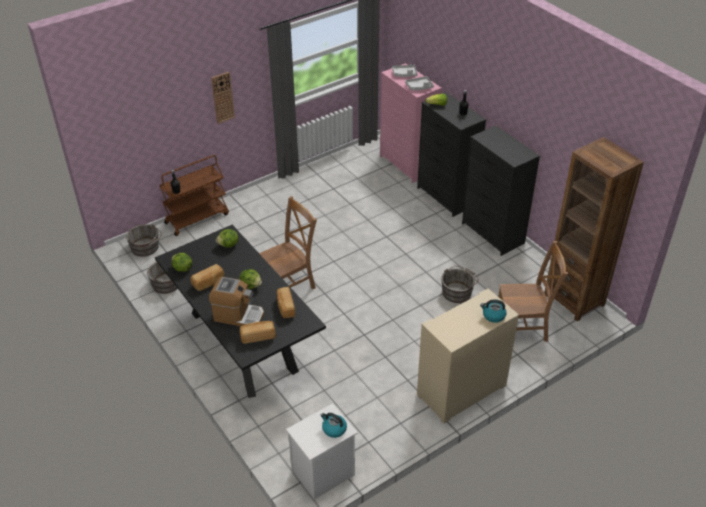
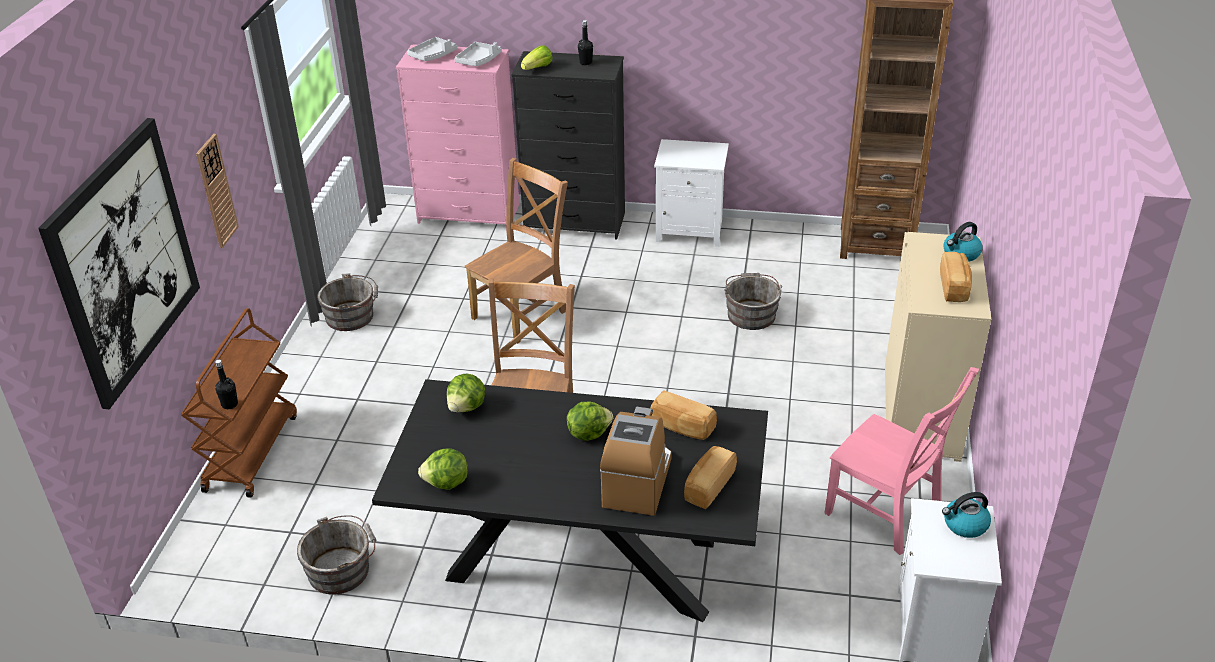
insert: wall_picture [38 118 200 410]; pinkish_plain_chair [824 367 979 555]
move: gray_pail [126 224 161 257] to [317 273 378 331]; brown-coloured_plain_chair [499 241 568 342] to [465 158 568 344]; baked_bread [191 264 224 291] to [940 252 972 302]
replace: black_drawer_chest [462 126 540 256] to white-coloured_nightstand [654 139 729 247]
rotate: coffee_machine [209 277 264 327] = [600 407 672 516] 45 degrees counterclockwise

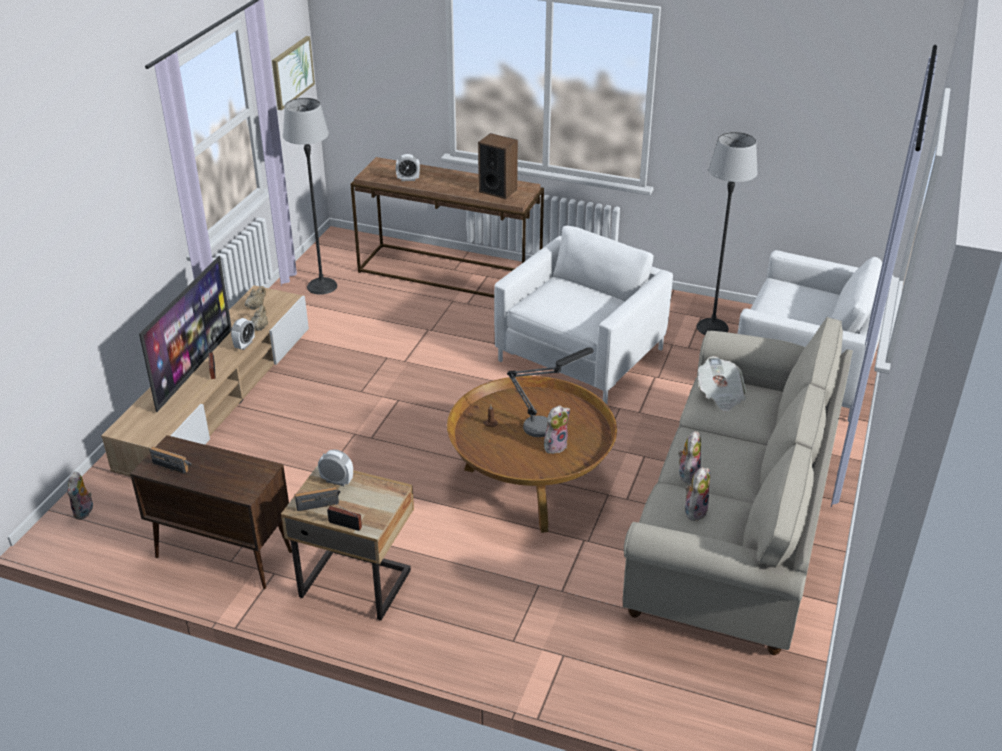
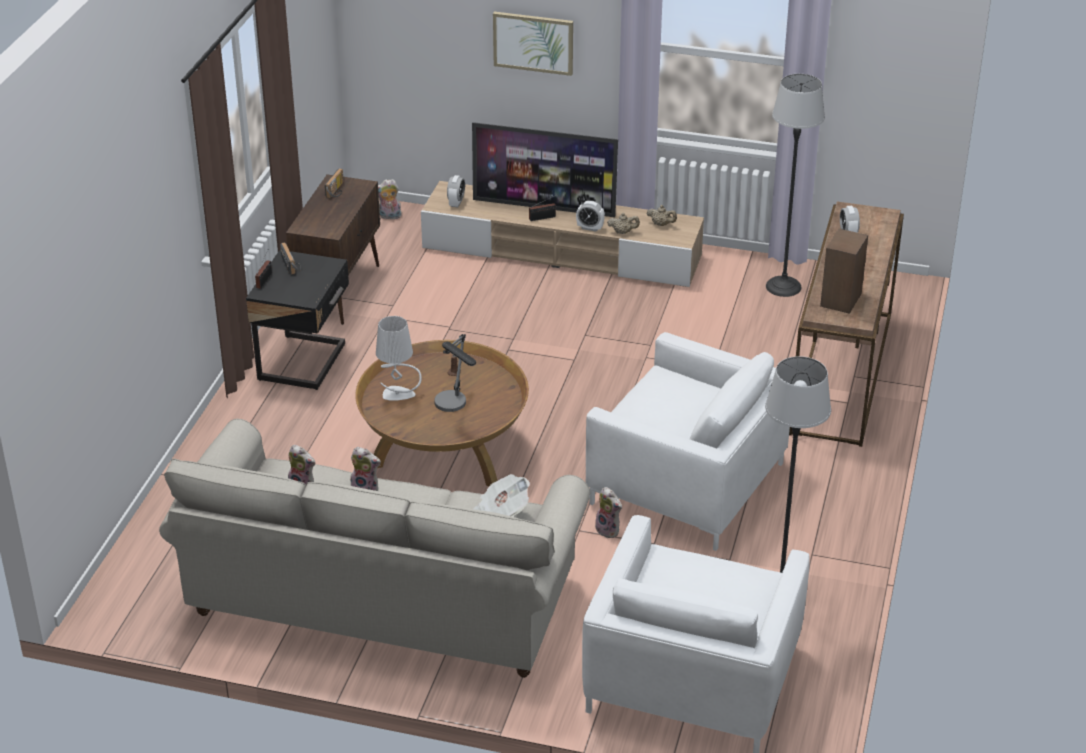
insert: gray_tabletop_lamp [376 316 422 401]
move: wall_picture [272 36 315 110] to [493 12 573 76]; plush_toy [544 405 570 454] to [595 487 622 538]; table_clock [318 449 353 486] to [447 175 465 208]
recolor: beige_nightstand [281 465 414 620] to black_nightstand [246 250 349 390]

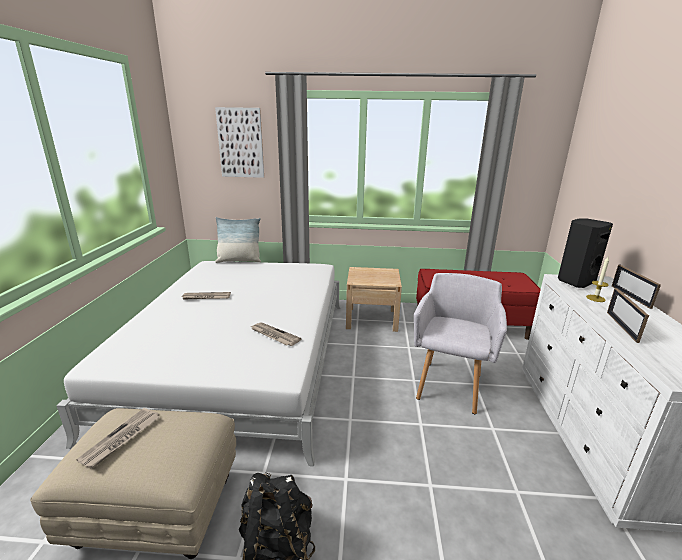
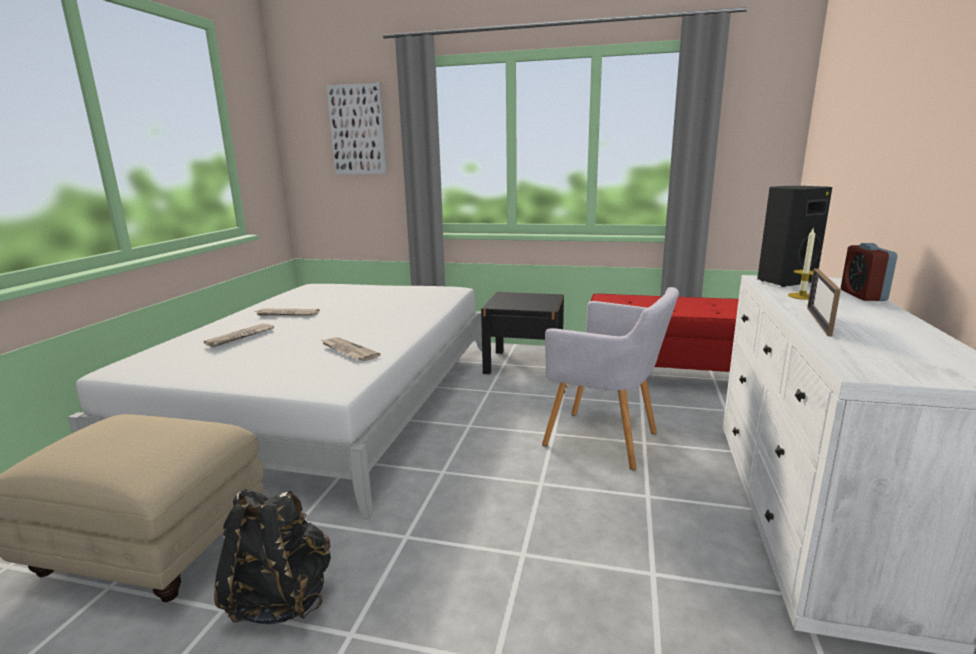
delete: cushion [215 217 261 263]
move: newspaper [76 408 159 469] to [204 323 274 347]
replace: picture_frame [612 265 661 309] to table_clock [841 243 897 301]
recolor: beige_nightstand [346 267 402 332] to black_nightstand [481 292 564 374]
rotate: gray_armchair [414 273 507 414] = [542 287 679 470] 90 degrees clockwise

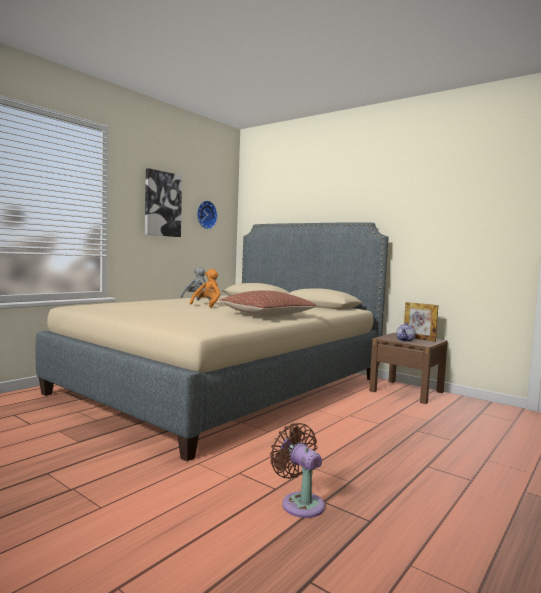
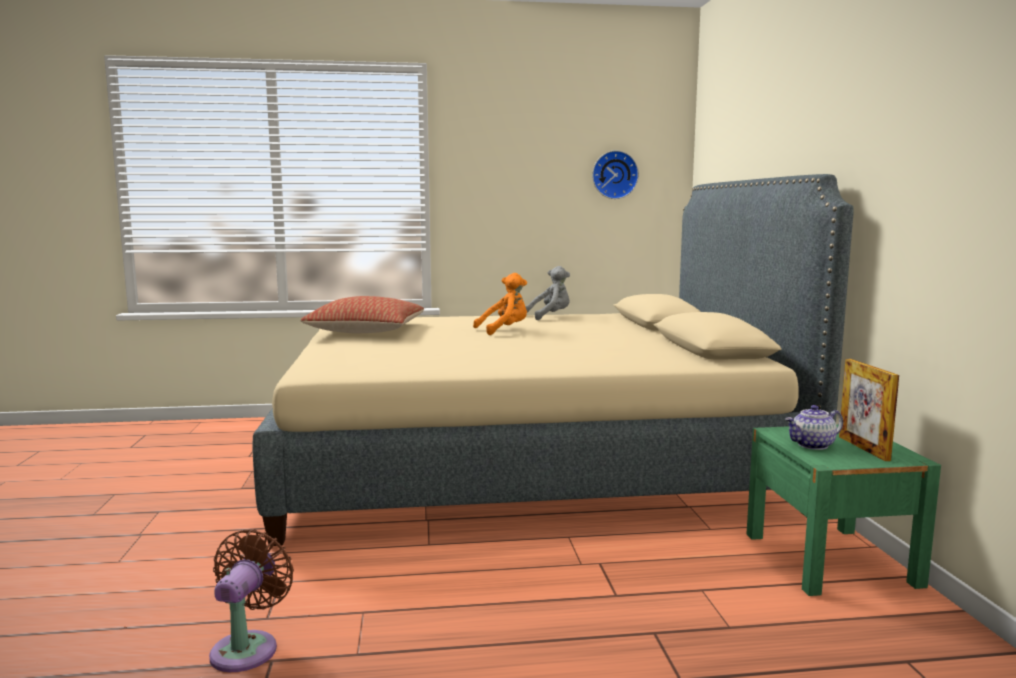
delete: wall_picture [145 168 182 237]
move: cushion [219 290 317 317] to [301 296 424 333]
recolor: brown-coloured_nightstand [369 333 448 404] to green_nightstand [746 425 941 596]

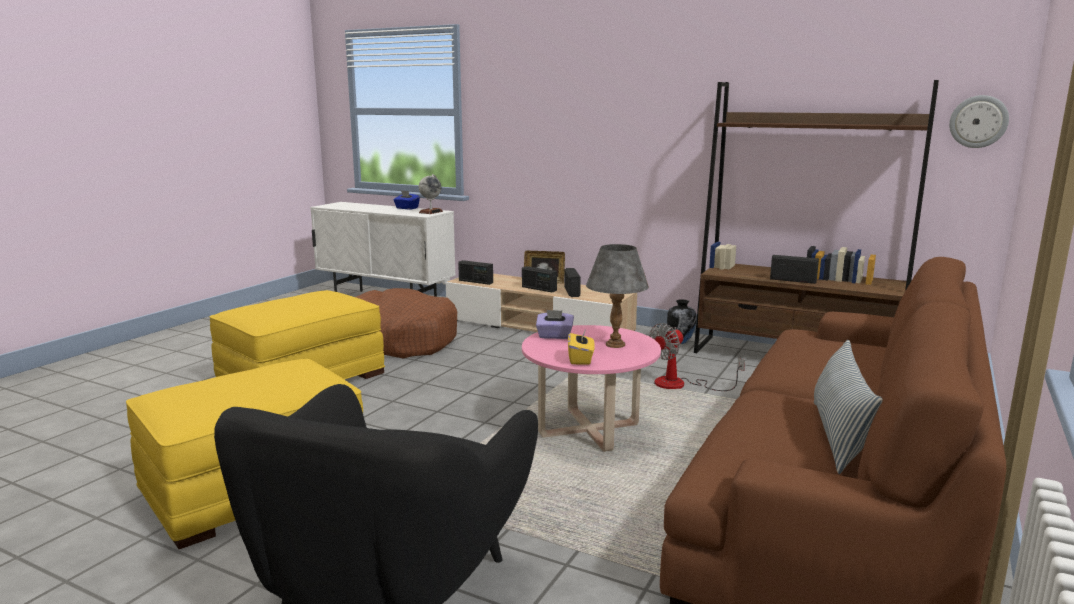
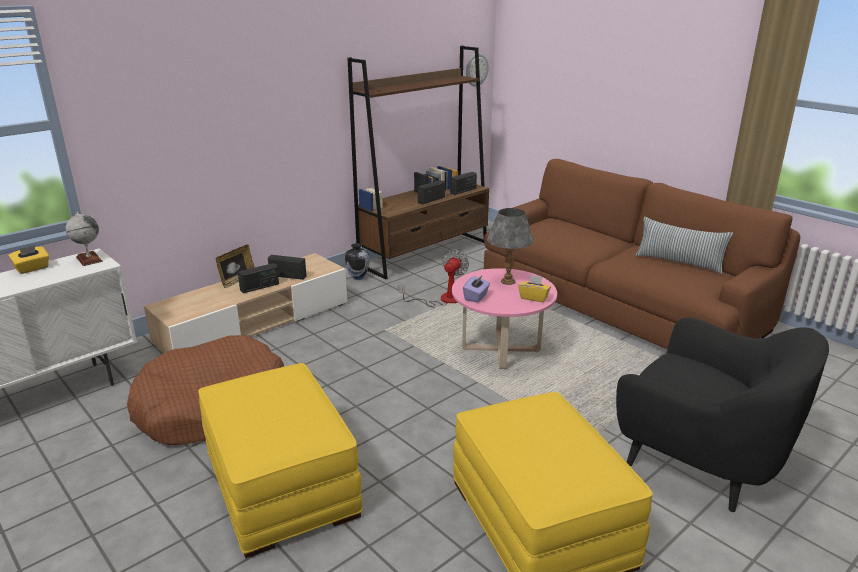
move: radio [458 260 493 285] to [450 172 477 195]
recolor: bluish_box_of_tissues [394 190 420 210] to yellow-coloured_box_of_tissues [8 245 49 274]
rotate: electric_fan [649 323 745 391] = [399 249 469 307] 135 degrees counterclockwise

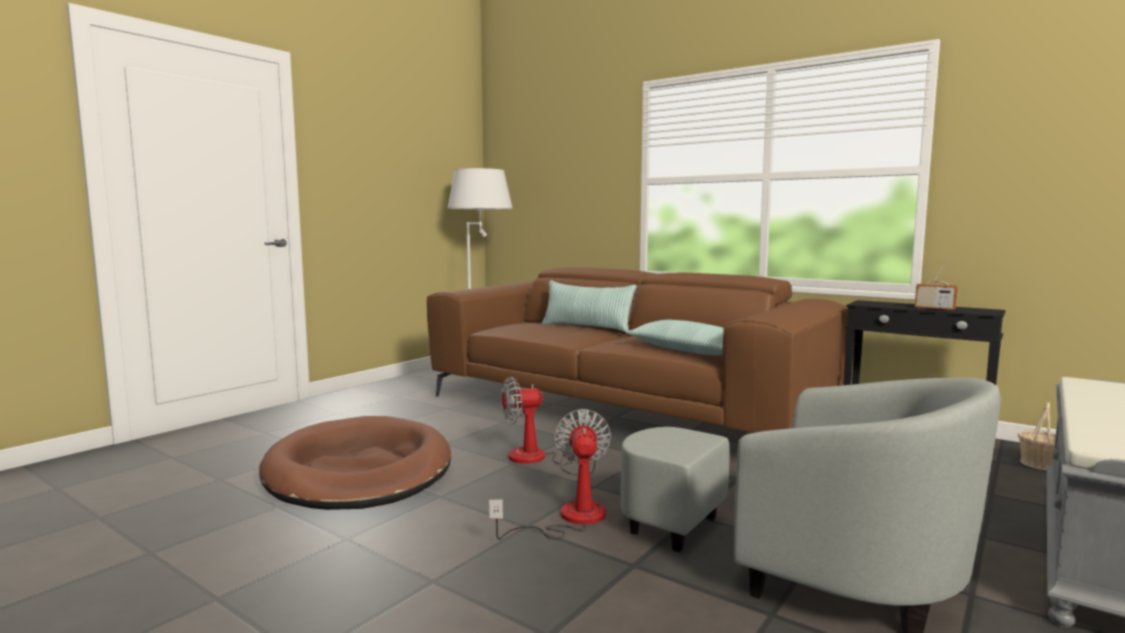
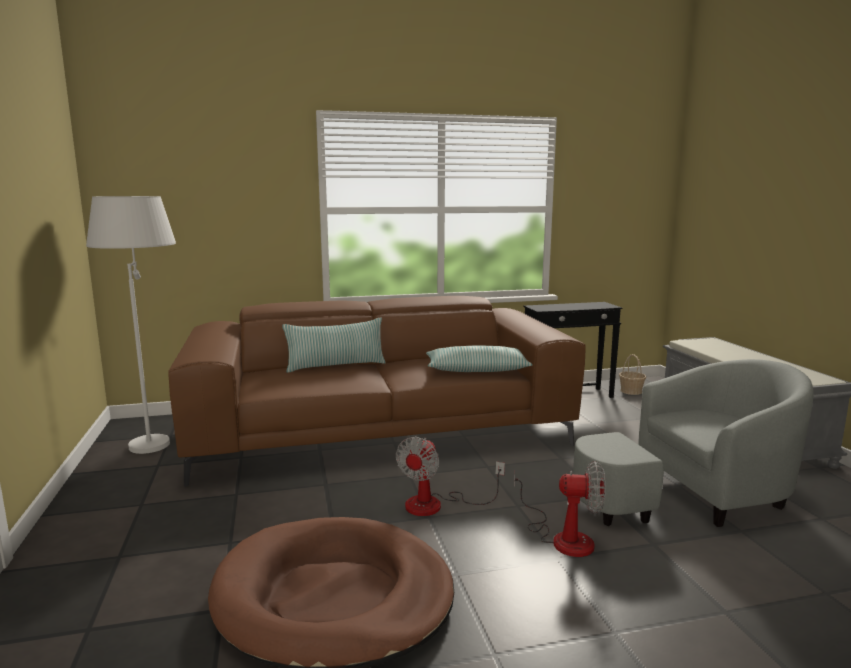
delete: radio [915 258 958 311]
rotate: electric_fan [489 409 611 540] = [514 461 606 557] 150 degrees clockwise

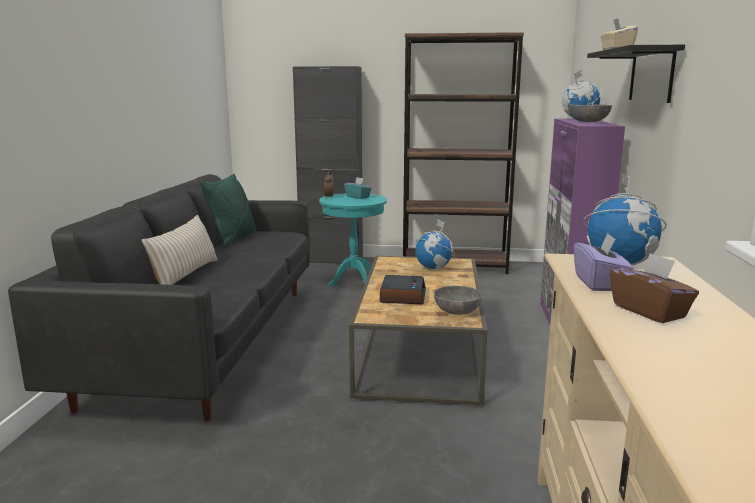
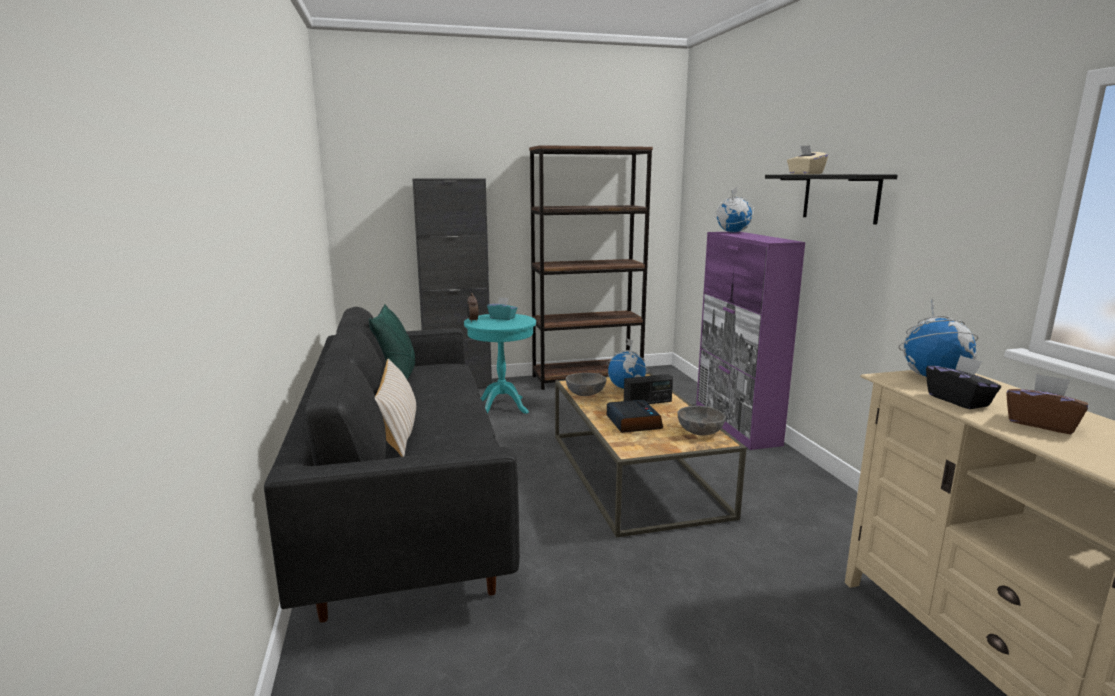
insert: radio [624 374 673 404]
move: gray_serving_bowl [568 104 612 122] to [566 373 606 396]
recolor: purple_box_of_tissues [574 233 633 291] to black_box_of_tissues [926 355 1001 409]

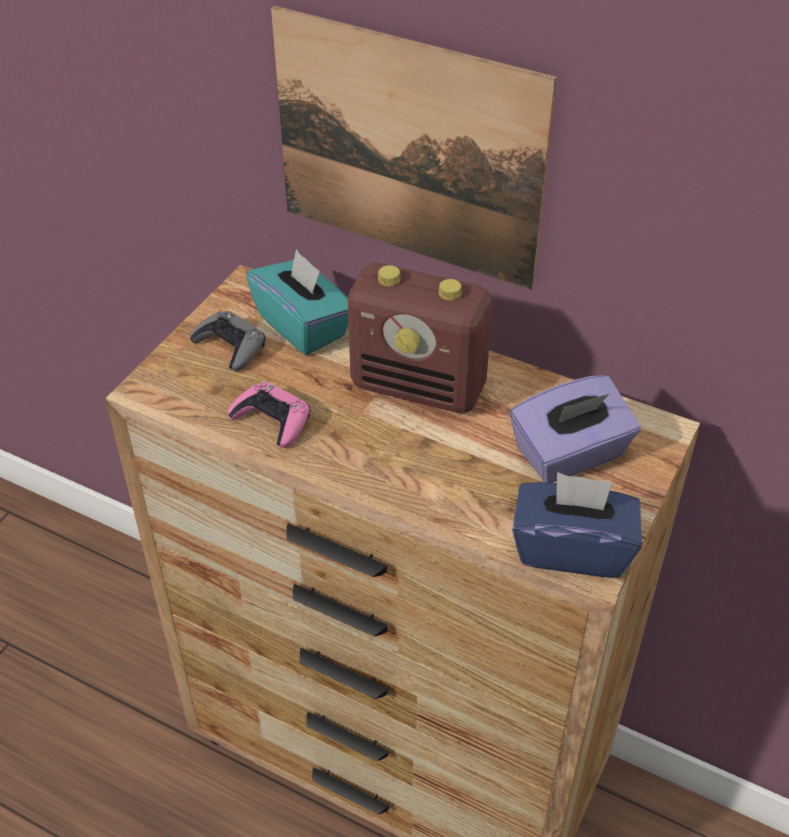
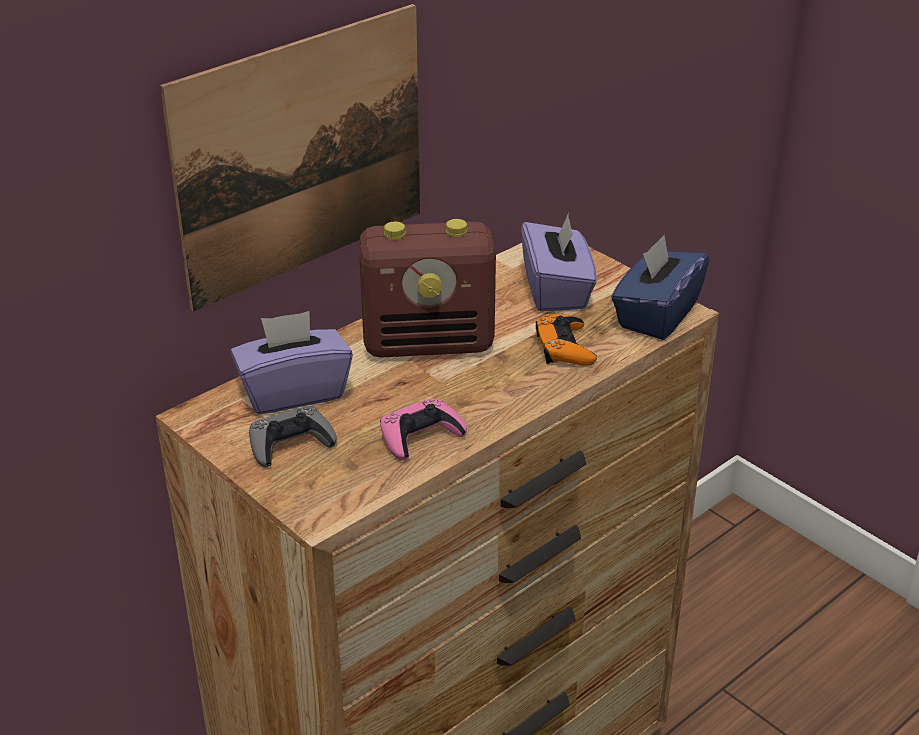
insert: orangey_gamepad [536 314 597 366]
recolor: turquoise-coloured_box_of_tissues [246 249 348 355] to purple_box_of_tissues [230 311 353 414]
rotate: radio [347 263 493 413] = [359 219 496 358] 45 degrees clockwise

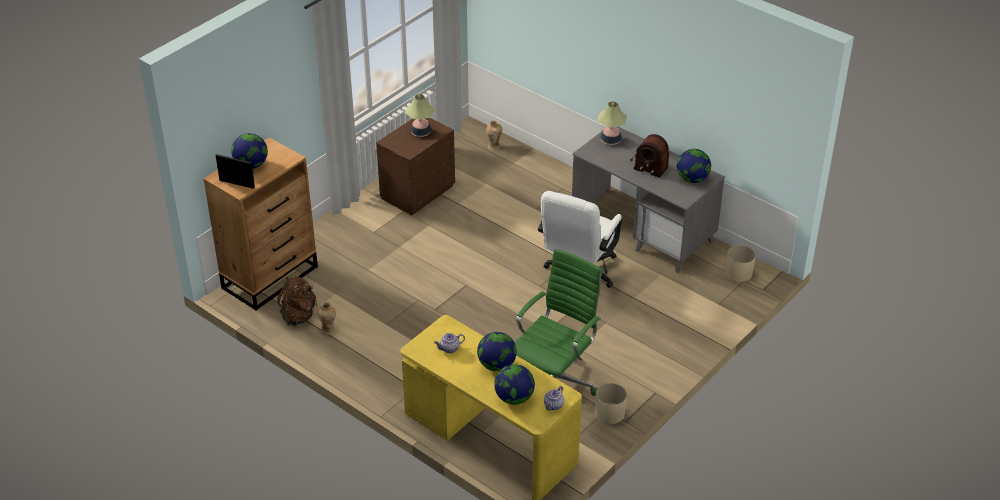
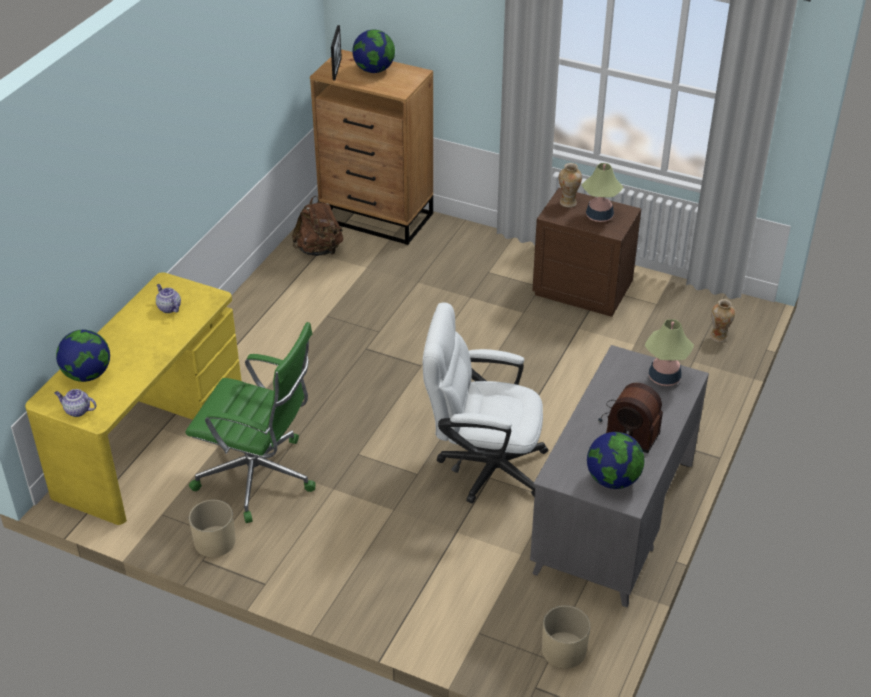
delete: desk_globe [477 332 517 371]
move: decorative_vase [317 301 336 335] to [559 163 582 207]
rotate: radio [630 134 669 178] = [598 383 663 453] 75 degrees counterclockwise

